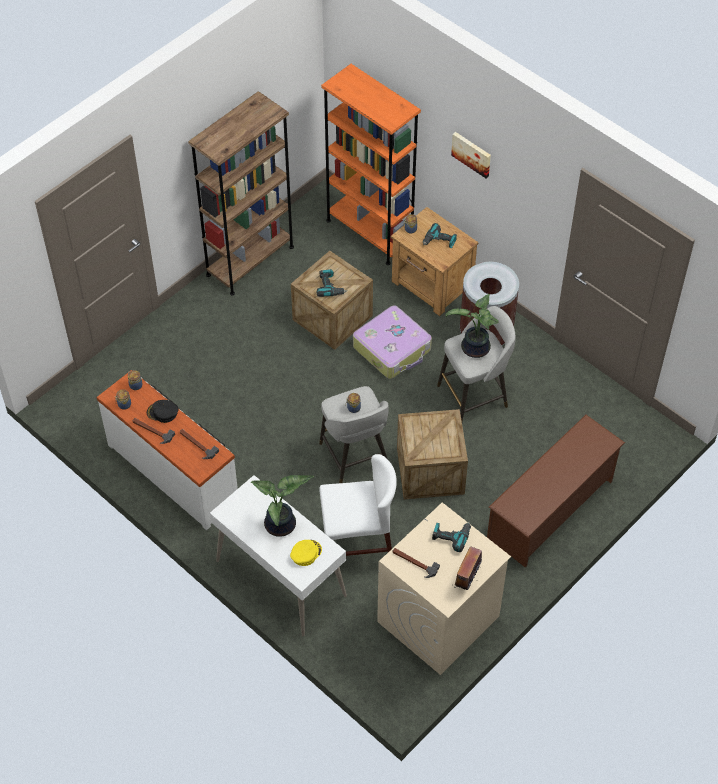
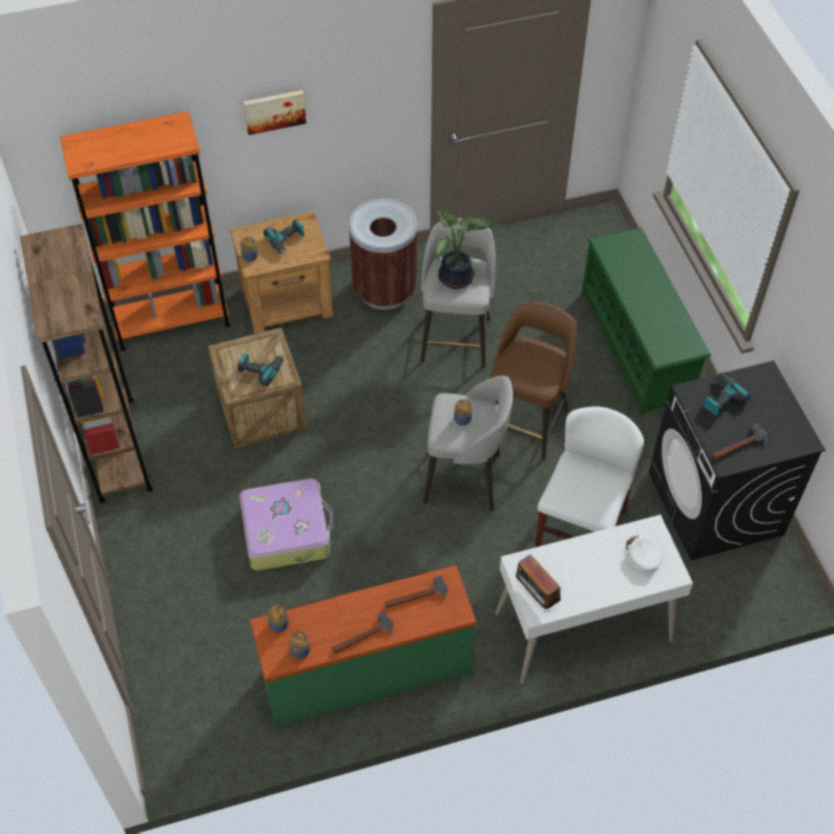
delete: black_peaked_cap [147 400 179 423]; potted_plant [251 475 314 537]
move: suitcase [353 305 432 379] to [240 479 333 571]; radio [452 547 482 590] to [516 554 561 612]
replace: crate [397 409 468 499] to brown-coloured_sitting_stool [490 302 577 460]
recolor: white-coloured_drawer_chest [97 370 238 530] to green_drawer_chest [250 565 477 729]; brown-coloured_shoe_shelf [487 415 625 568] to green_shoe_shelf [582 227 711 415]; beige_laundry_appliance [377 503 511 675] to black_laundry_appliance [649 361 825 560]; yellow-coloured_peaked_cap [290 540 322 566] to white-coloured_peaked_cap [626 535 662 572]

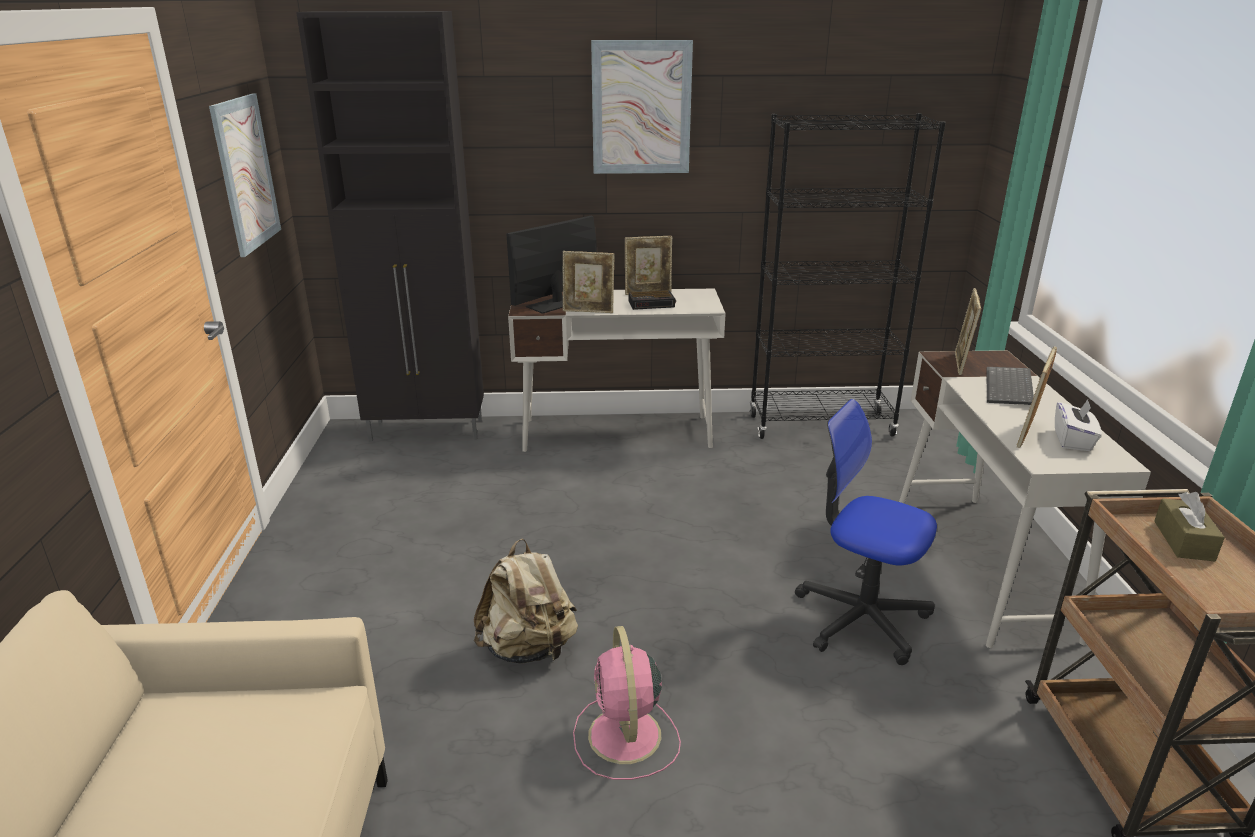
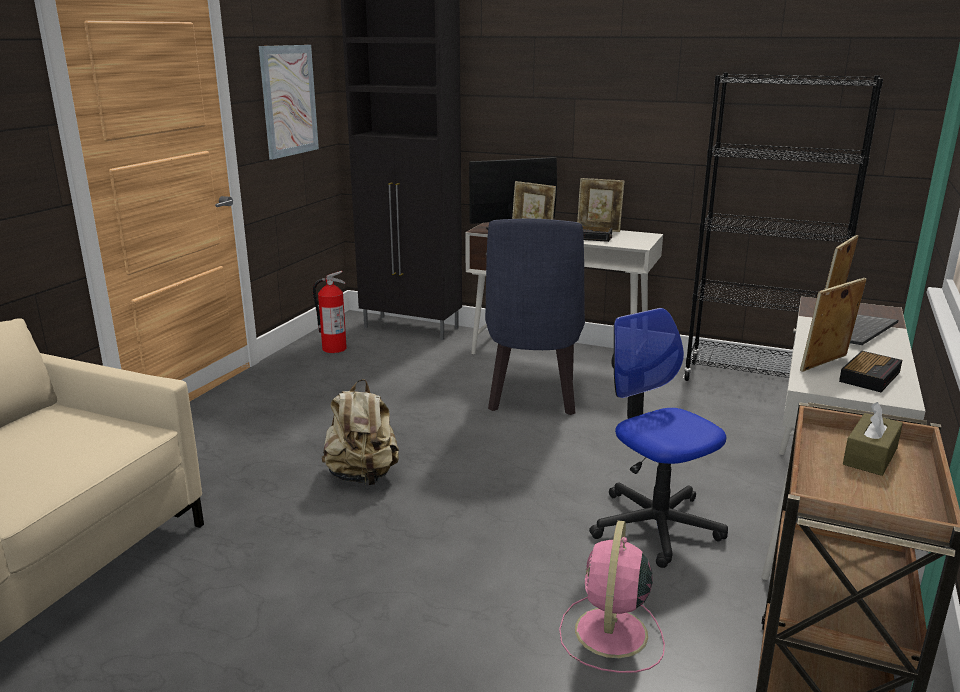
delete: wall_picture [591 40 693 174]
insert: bluish_plain_chair [485 219 585 415]; extinguisher [313 271 347 353]
move: pinkish_electric_fan [573 626 681 780] to [559 520 665 673]
replace: white-coloured_box_of_tissues [1055 400 1102 451] to table_clock [839 351 902 392]

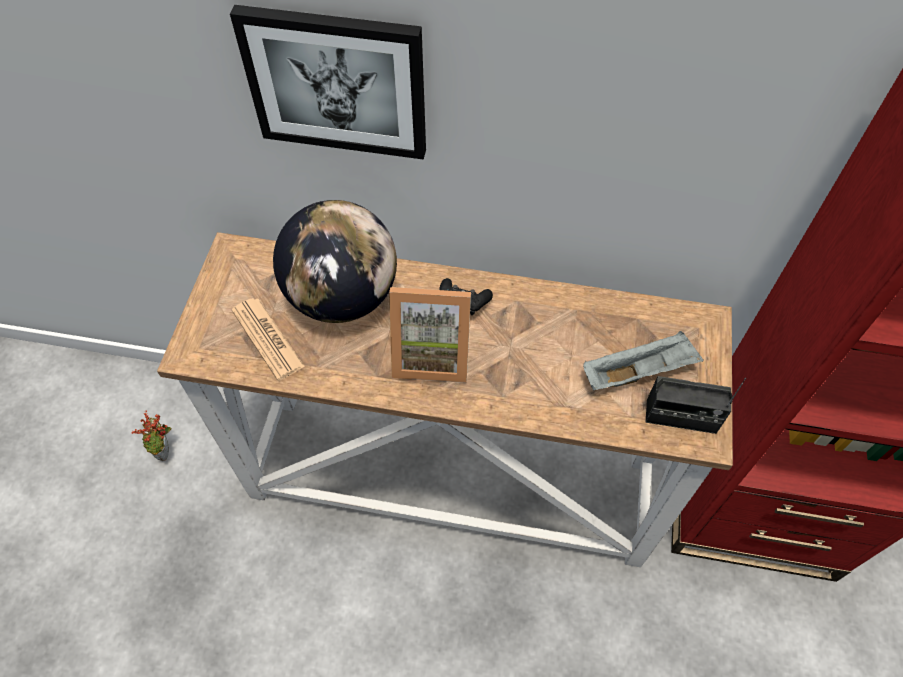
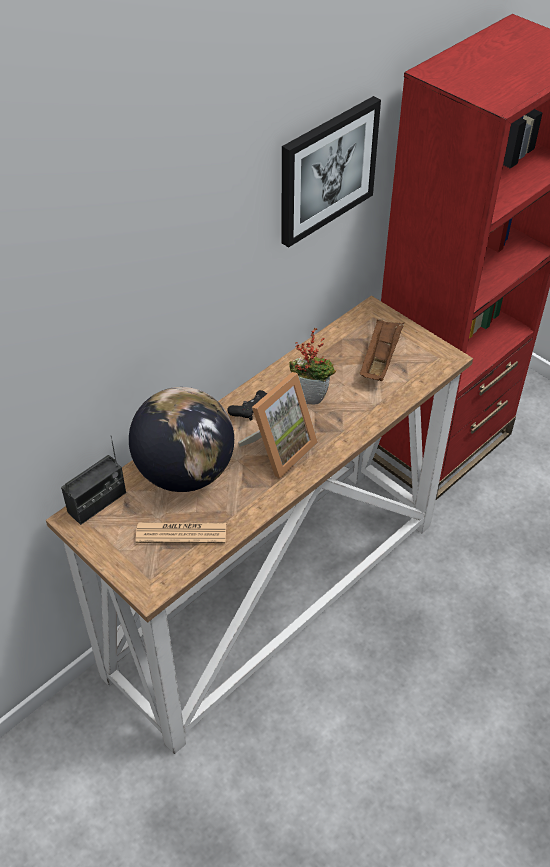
move: wall_picture [230 5 426 160] to [281 96 381 248]; radio [646 376 746 434] to [61 436 126 525]; potted_plant [131 411 172 461] to [289 328 336 405]
recolor: gray_carrying_tray [583 331 704 390] to brown-coloured_carrying_tray [360 319 404 381]

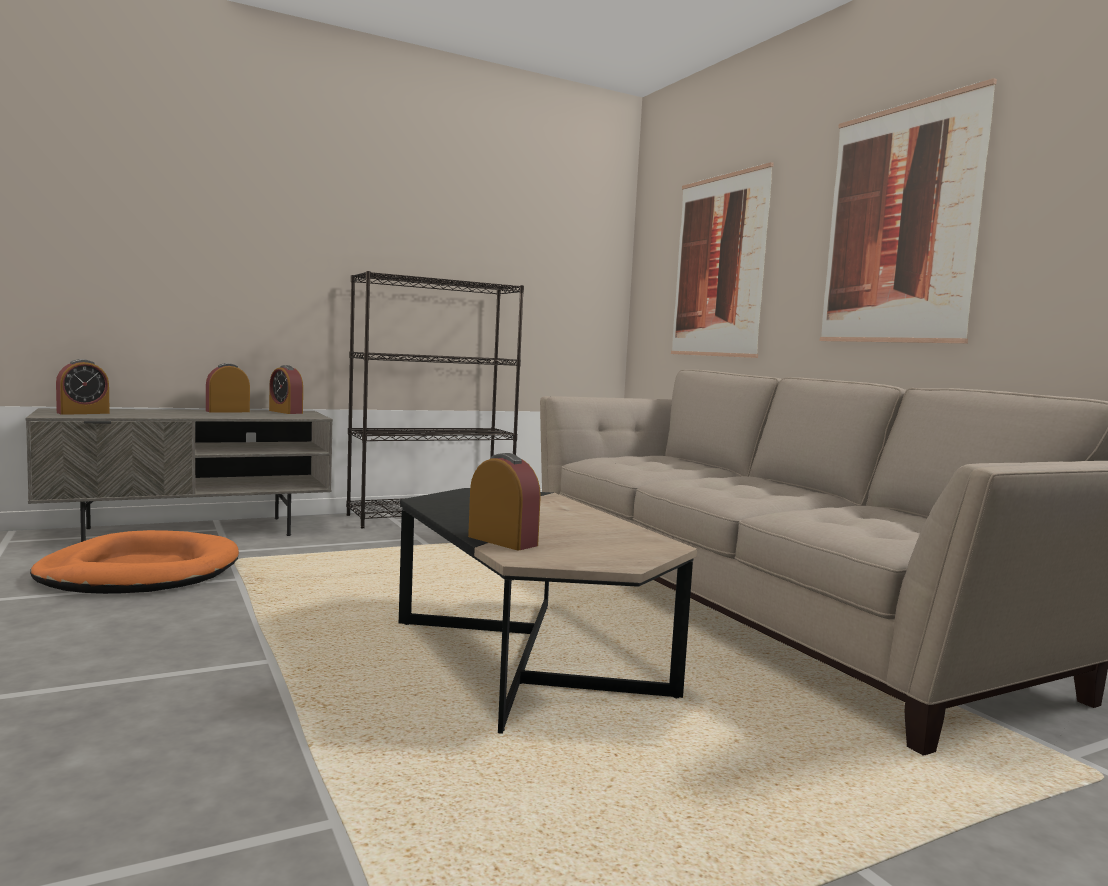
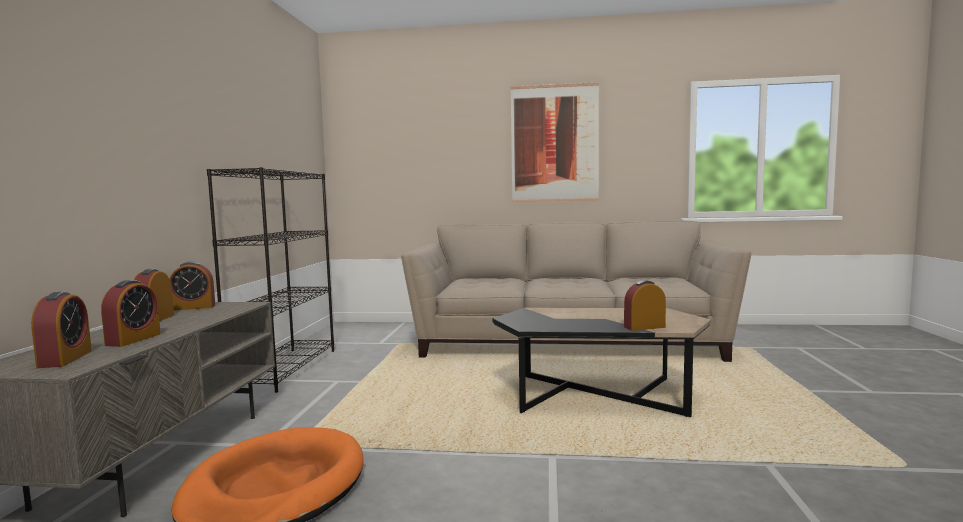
delete: wall_picture [671 162 774 358]
insert: table_clock [101 280 161 347]

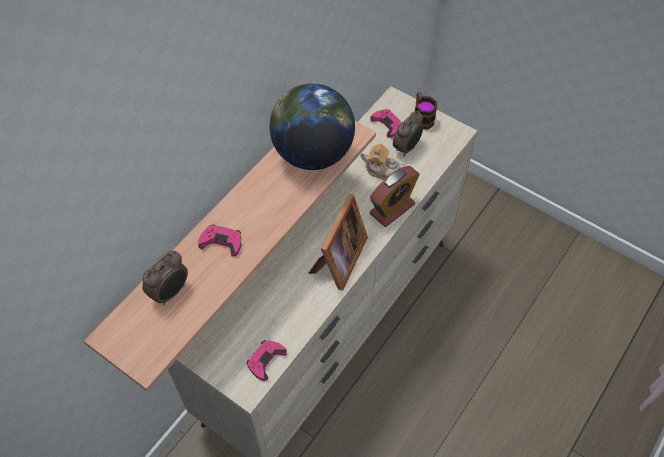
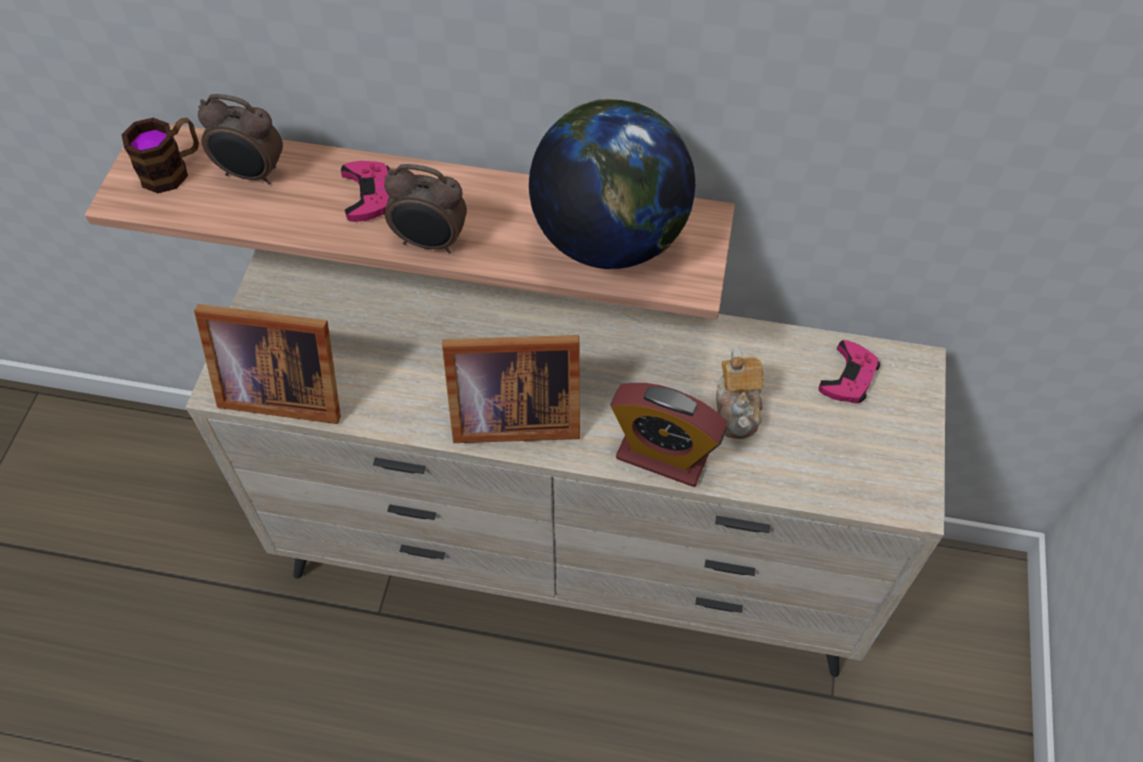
move: coffee_mug [415 92 437 130] to [122 118 199 193]; table_clock [393 110 423 157] to [384 164 467 253]
replace: pinkish_gamepad [247 340 287 381] to picture_frame [194 304 341 424]

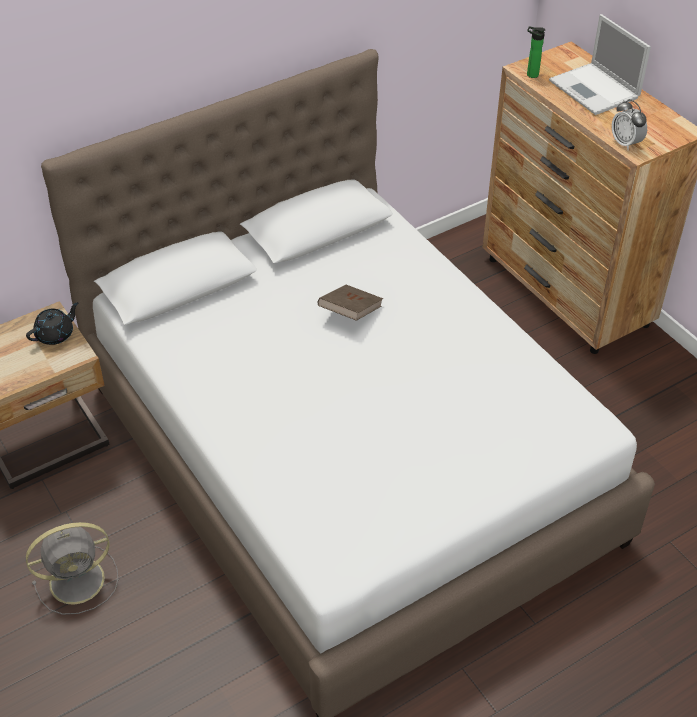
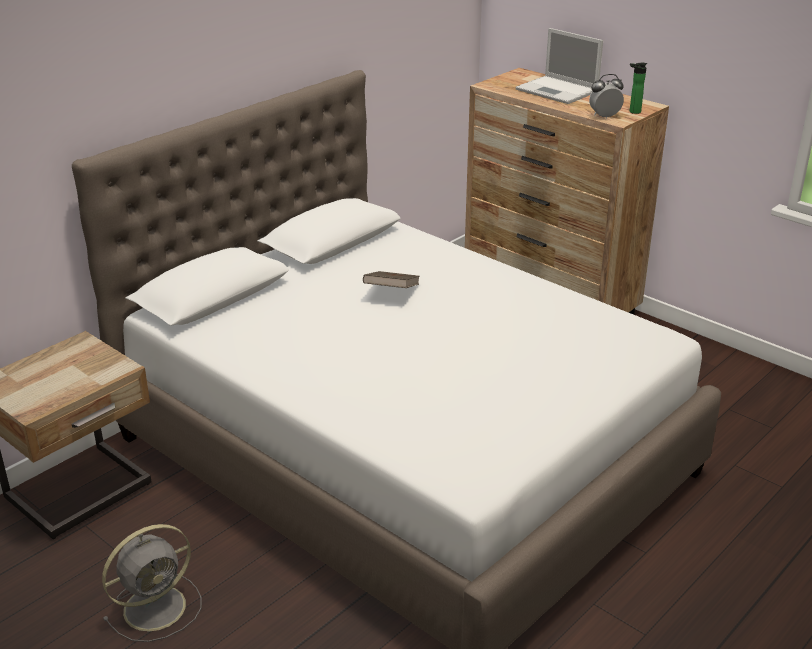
delete: black_pot_for_tea [26 302 78 345]
move: drink_bottle [527 26 546 78] to [630 62 647 114]
rotate: table_clock [612 99 647 150] = [589 74 624 118] 120 degrees clockwise

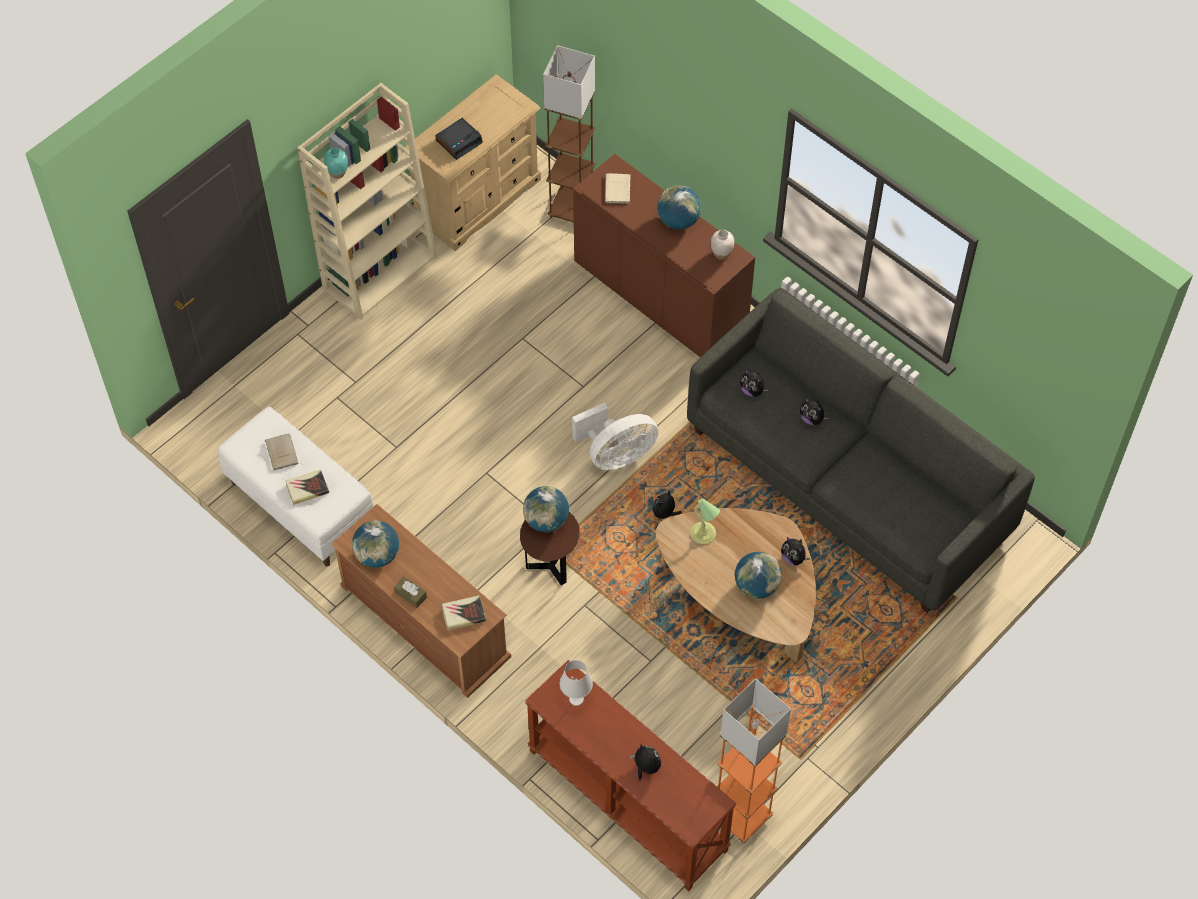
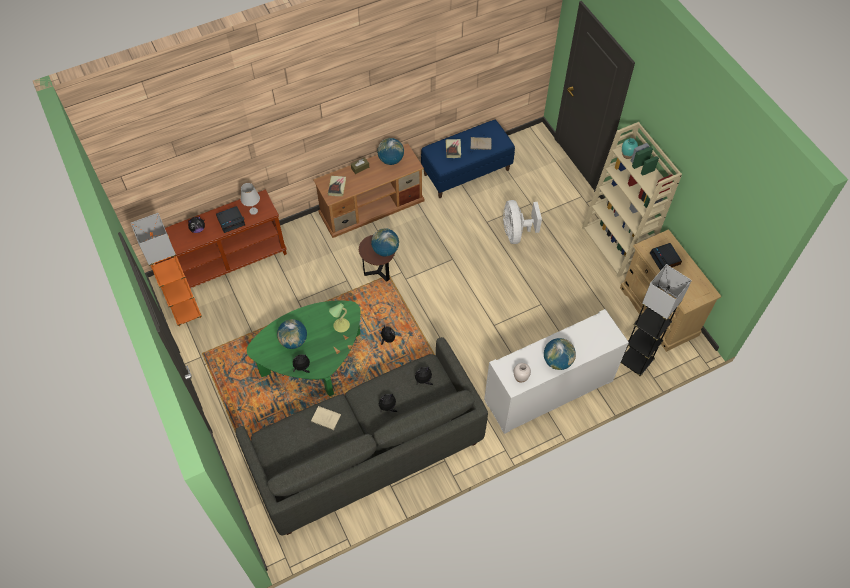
insert: table_clock [216 206 245 233]
move: beige_volume [605 173 631 204] to [311 406 341 430]; white-coloured_electric_fan [572 403 658 470] to [503 200 542 244]
recolor: brown-coloured_floor_lamp [543 45 595 223] to gray_floor_lamp [621 264 692 376]; brown-coloured_cupboard [573 154 755 358] to white-coloured_cupboard [484 309 629 434]; white-coloured_indoor_bench [218 407 374 566] to bluish_indoor_bench [421 120 515 198]; brown-coloured_lounge_table [656 508 816 662] to green_lounge_table [247 300 361 396]

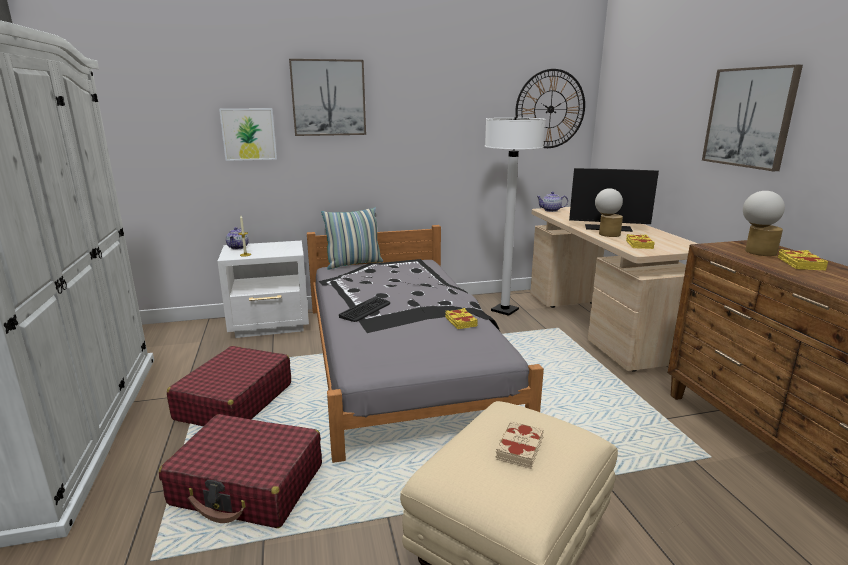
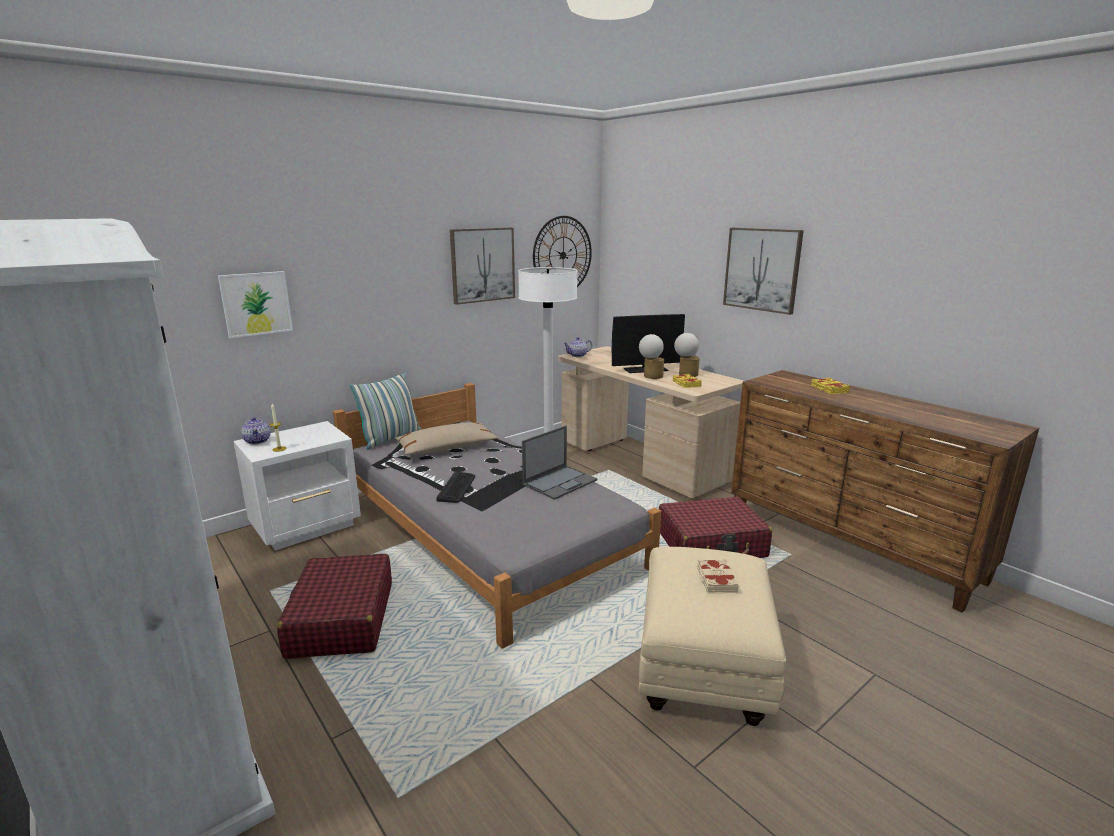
insert: beige_cushion [395 422 499 455]
move: wall_picture [289 59 366 136] to [450 228 515 305]; tabletop_lamp [743 191 785 256] to [674 333 700 377]; reddish_suitcase [159 414 322 528] to [659 497 772 558]
replace: yellow-coloured_volume [445 308 478 329] to portable_computer [522 426 598 500]

